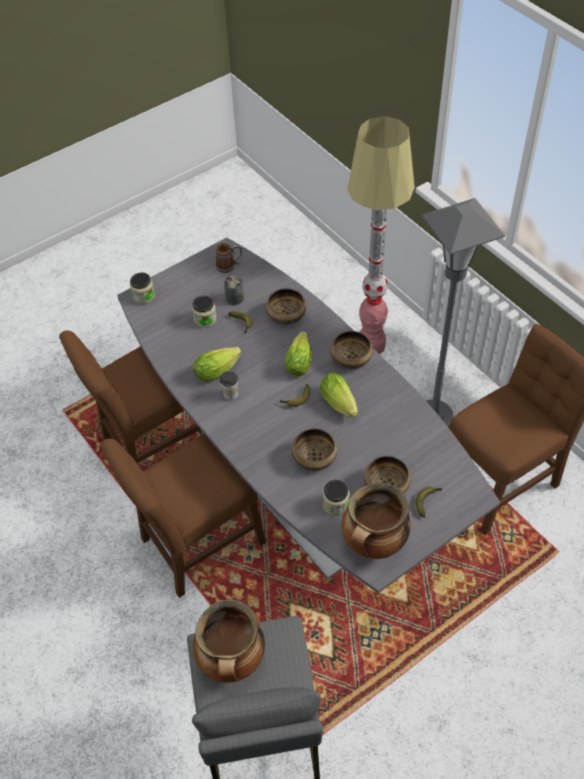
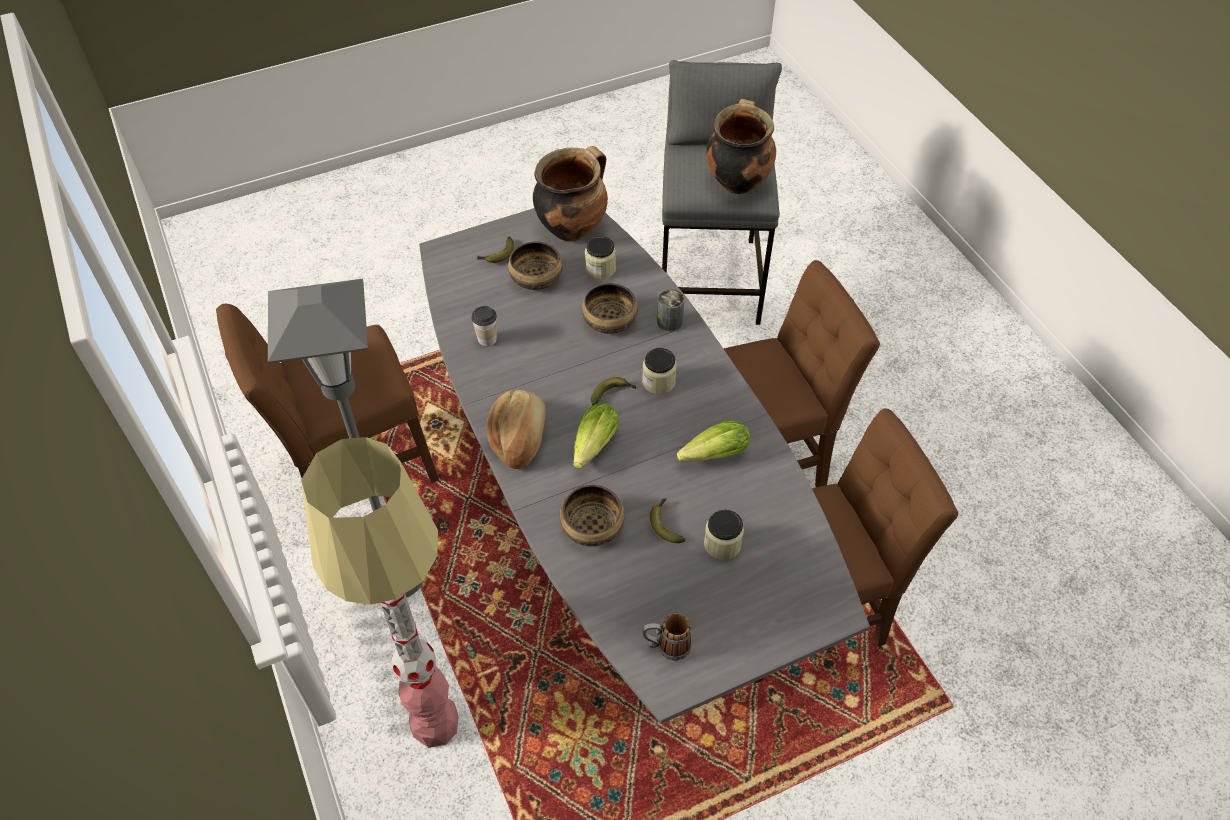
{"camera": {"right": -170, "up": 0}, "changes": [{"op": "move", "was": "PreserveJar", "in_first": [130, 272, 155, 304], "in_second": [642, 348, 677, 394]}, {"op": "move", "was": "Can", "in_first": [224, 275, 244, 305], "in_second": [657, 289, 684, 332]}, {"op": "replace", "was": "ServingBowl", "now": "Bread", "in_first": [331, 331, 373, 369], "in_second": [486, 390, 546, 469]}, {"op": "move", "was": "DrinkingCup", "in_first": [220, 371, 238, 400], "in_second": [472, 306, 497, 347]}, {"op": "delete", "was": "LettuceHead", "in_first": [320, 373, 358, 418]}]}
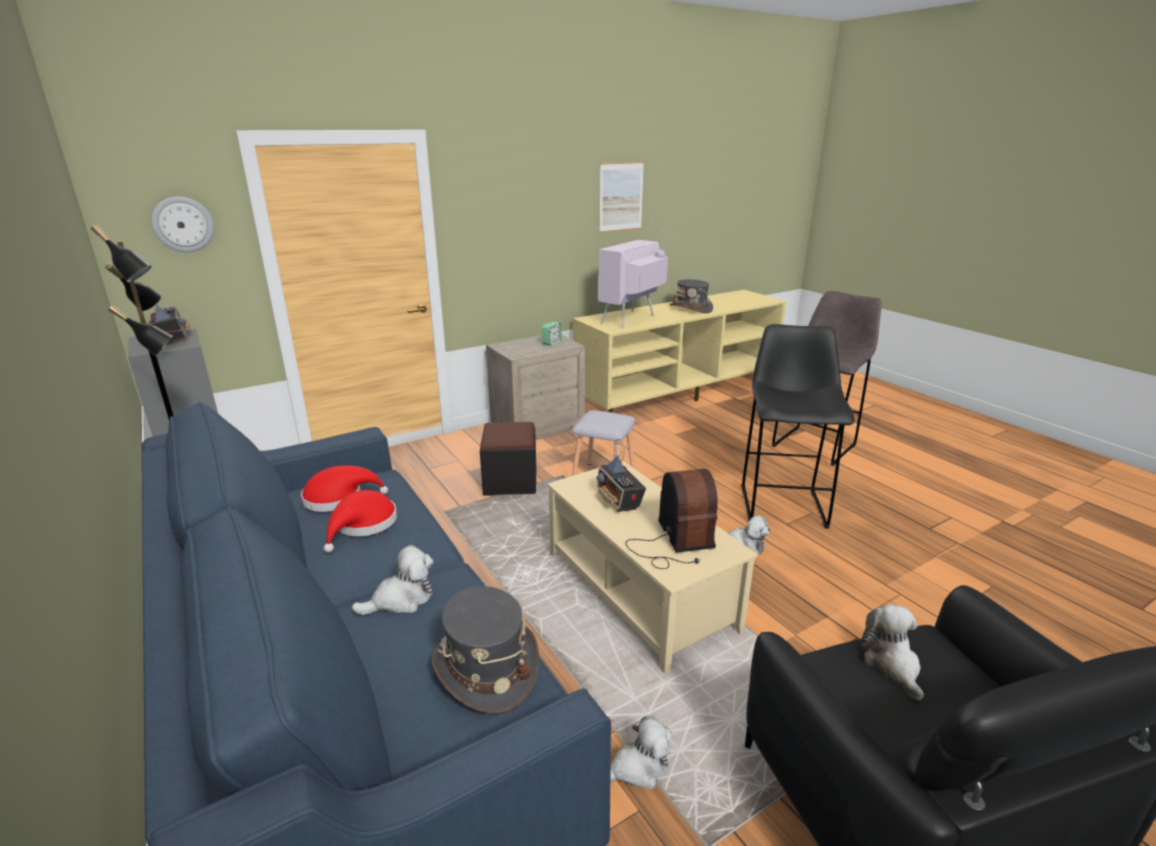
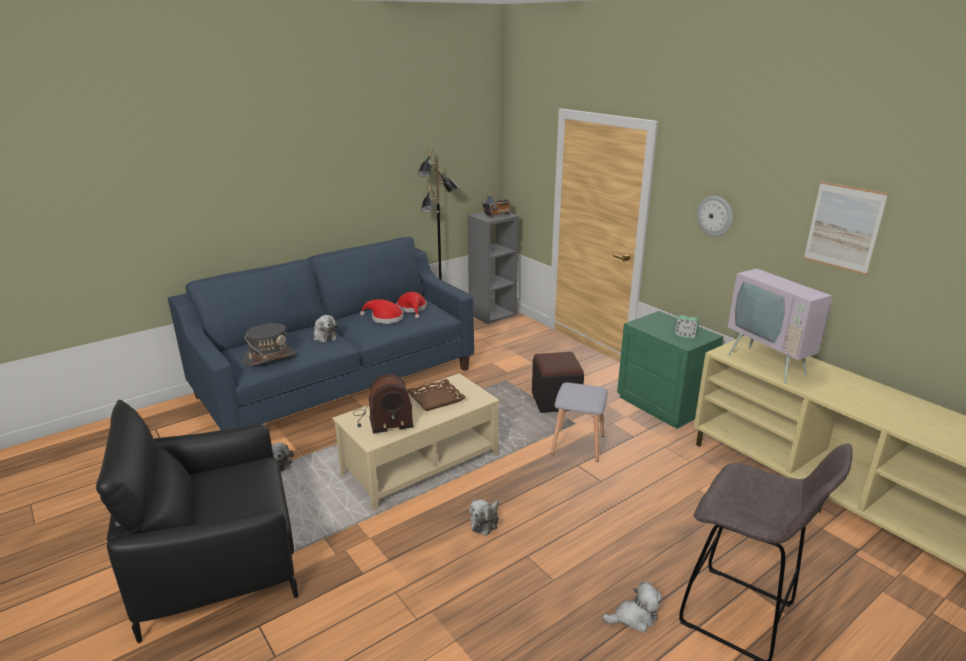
{"camera": {"right": 85, "up": 0}, "changes": [{"op": "move", "was": "WallClock", "in_first": [151, 197, 214, 252], "in_second": [697, 196, 732, 237]}, {"op": "rotate", "was": "Tv", "in_first": [598, 217, 668, 328], "in_second": [728, 234, 832, 384], "clockwise": -150}, {"op": "delete", "was": "GreyHat", "in_first": [670, 279, 713, 313]}, {"op": "delete", "was": "BlackStool", "in_first": [742, 324, 854, 529]}, {"op": "recolor", "was": "BeigeColouredNightTable", "now": "GreenNightTable", "in_first": [486, 335, 585, 440], "in_second": [617, 311, 724, 429]}, {"op": "replace", "was": "Radio", "now": "BrownCarryingTray", "in_first": [596, 439, 646, 512], "in_second": [407, 379, 466, 411]}, {"op": "move", "was": "CuddlyToy", "in_first": [861, 605, 924, 701], "in_second": [602, 582, 662, 632]}]}
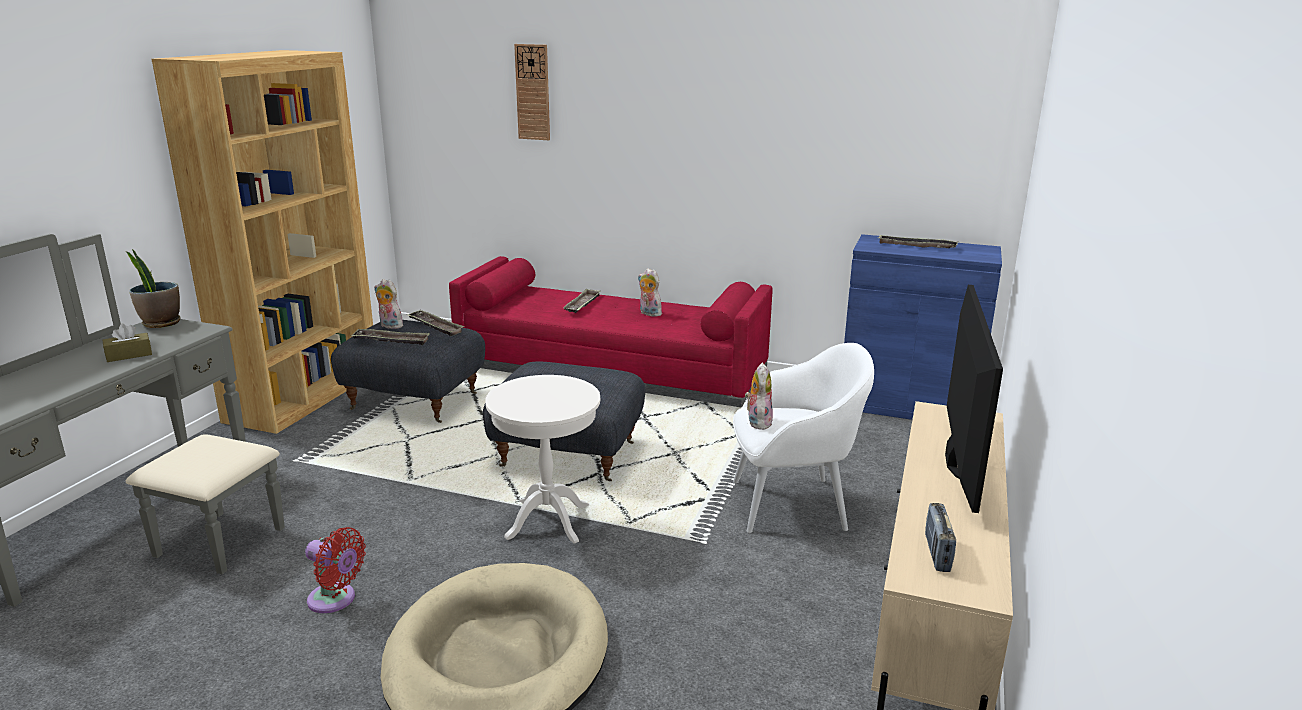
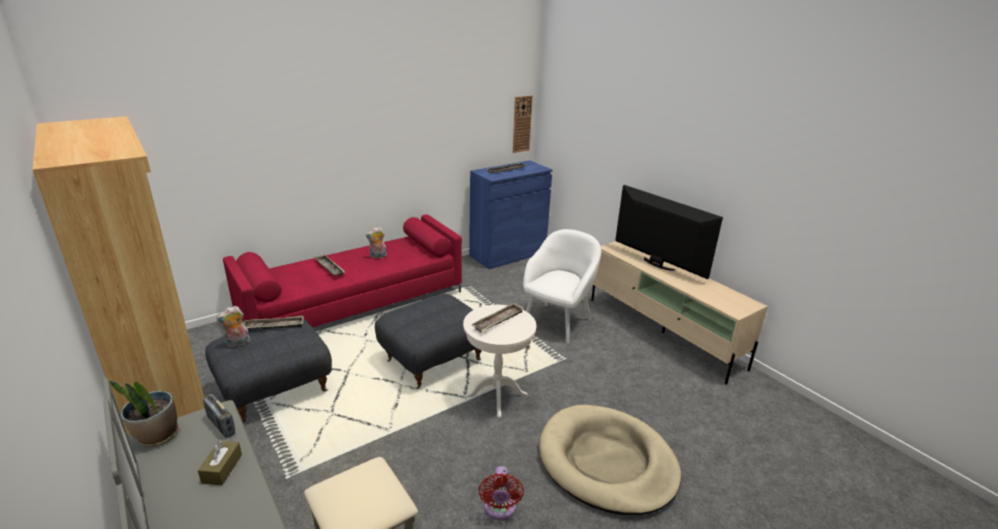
{"camera": {"right": -55, "up": 5}, "changes": [{"op": "move", "was": "WallClock", "in_first": [514, 44, 550, 140], "in_second": [513, 95, 533, 153]}, {"op": "move", "was": "CarryingTray", "in_first": [351, 329, 430, 345], "in_second": [471, 302, 524, 332]}, {"op": "delete", "was": "CuddlyToy", "in_first": [745, 363, 773, 430]}, {"op": "move", "was": "Radio", "in_first": [925, 503, 956, 572], "in_second": [203, 394, 235, 438]}, {"op": "rotate", "was": "RedColouredCoolingFan", "in_first": [305, 527, 366, 613], "in_second": [479, 466, 524, 520], "clockwise": 120}]}
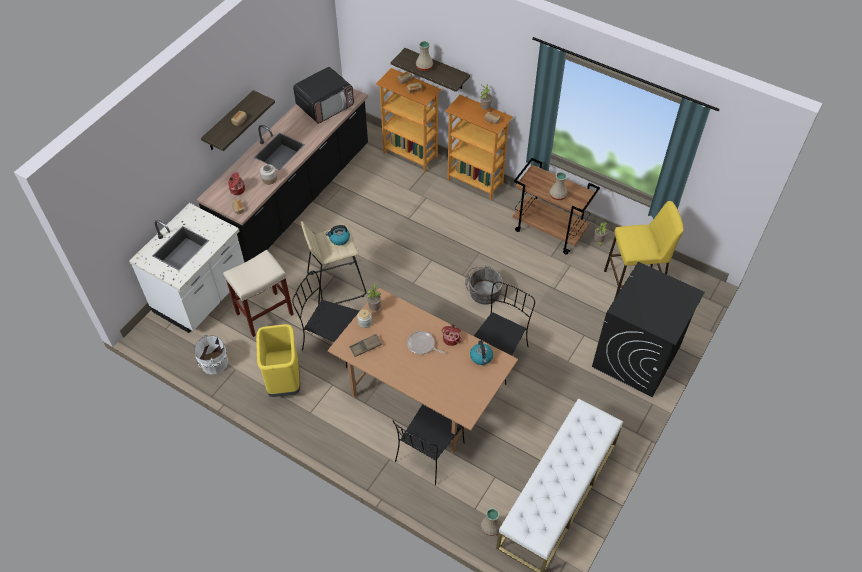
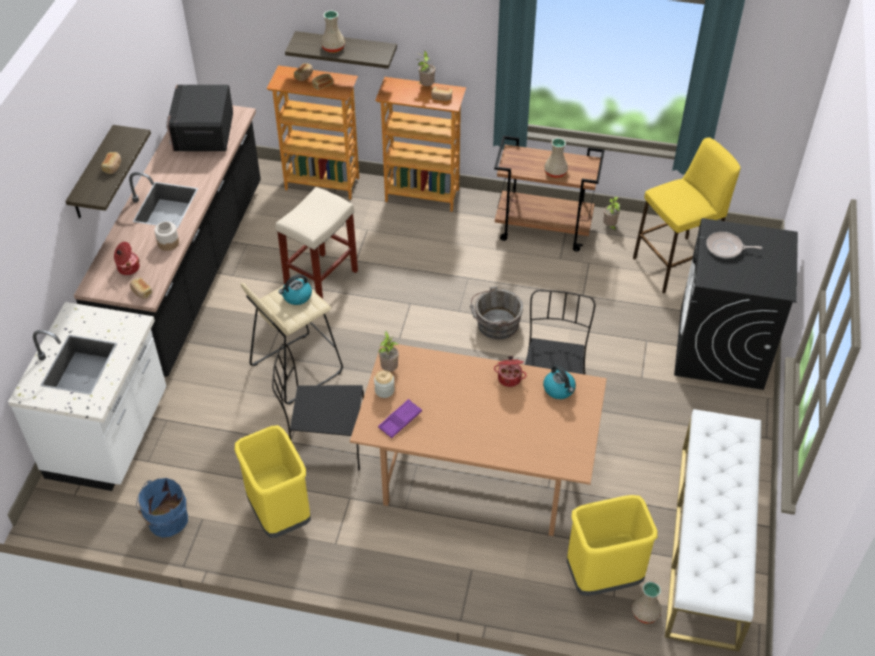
{"camera": {"right": -20, "up": -5}, "changes": [{"op": "rotate", "was": "Microwave", "in_first": [293, 67, 354, 124], "in_second": [166, 85, 233, 151], "clockwise": 150}, {"op": "move", "was": "BeigeColouredStool", "in_first": [223, 250, 294, 337], "in_second": [275, 187, 358, 299]}, {"op": "move", "was": "Skillet", "in_first": [407, 331, 445, 355], "in_second": [706, 232, 762, 258]}, {"op": "recolor", "was": "BrownCarryingTray", "now": "PurpleColouredCarryingTray", "in_first": [349, 334, 382, 357], "in_second": [378, 399, 422, 438]}, {"op": "recolor", "was": "WhiteColouredPail", "now": "BluePail", "in_first": [194, 335, 228, 375], "in_second": [136, 478, 188, 538]}, {"op": "delete", "was": "BlackPlainChair", "in_first": [393, 404, 465, 485]}, {"op": "insert", "now": "YellowishTrashCan", "in_second": [567, 495, 658, 596]}]}
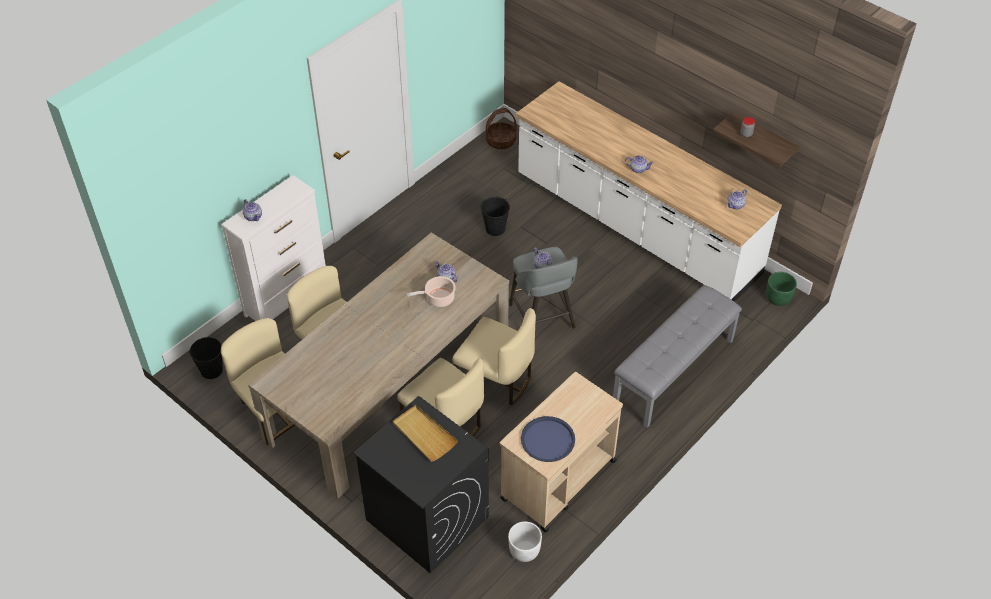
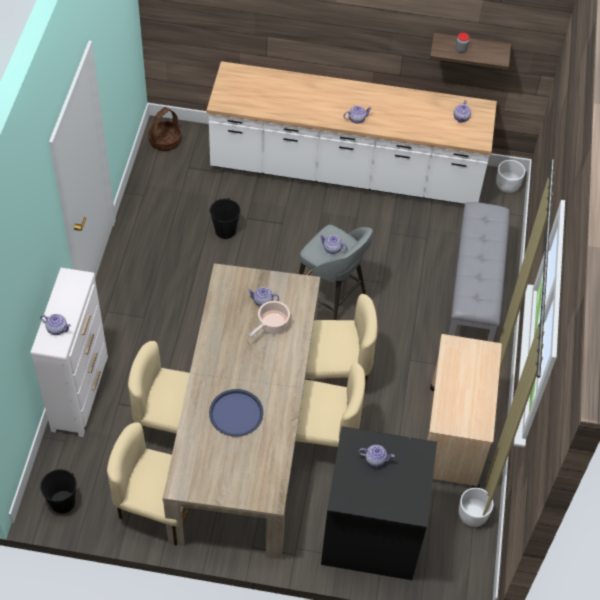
{"camera": {"right": -35, "up": 5}, "changes": [{"op": "recolor", "was": "GreenFlowerPot", "now": "WhiteColouredFlowerPot", "in_first": [766, 272, 797, 306], "in_second": [496, 160, 525, 193]}, {"op": "replace", "was": "BeigeColouredCarryingTray", "now": "TeaPot", "in_first": [393, 405, 458, 461], "in_second": [358, 445, 395, 467]}, {"op": "move", "was": "BlueCarryingTray", "in_first": [521, 416, 575, 462], "in_second": [209, 389, 264, 436]}]}
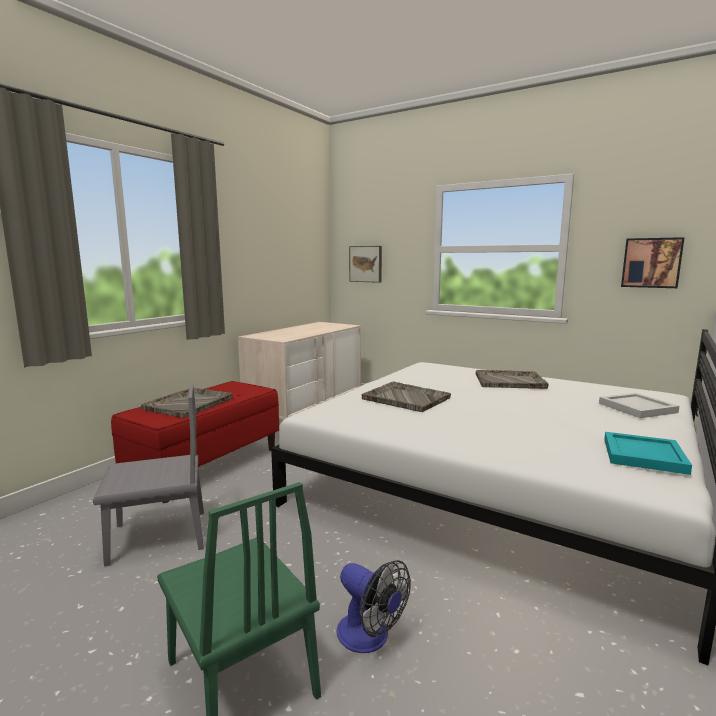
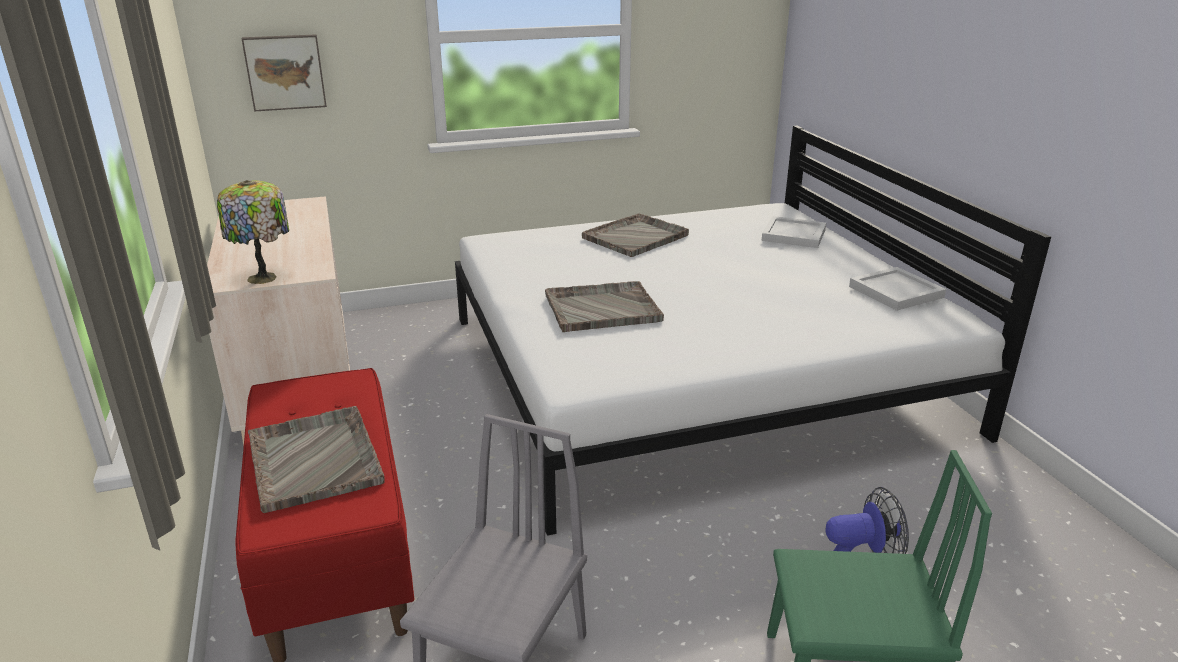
{"camera": {"right": -50, "up": 15}, "changes": [{"op": "delete", "was": "WallPicture", "in_first": [621, 237, 685, 288]}, {"op": "recolor", "was": "BlueGreenCarryingTray", "now": "WhiteColouredCarryingTray", "in_first": [604, 432, 692, 475], "in_second": [849, 267, 946, 311]}, {"op": "insert", "now": "TabletopLamp", "in_second": [217, 180, 289, 284]}]}
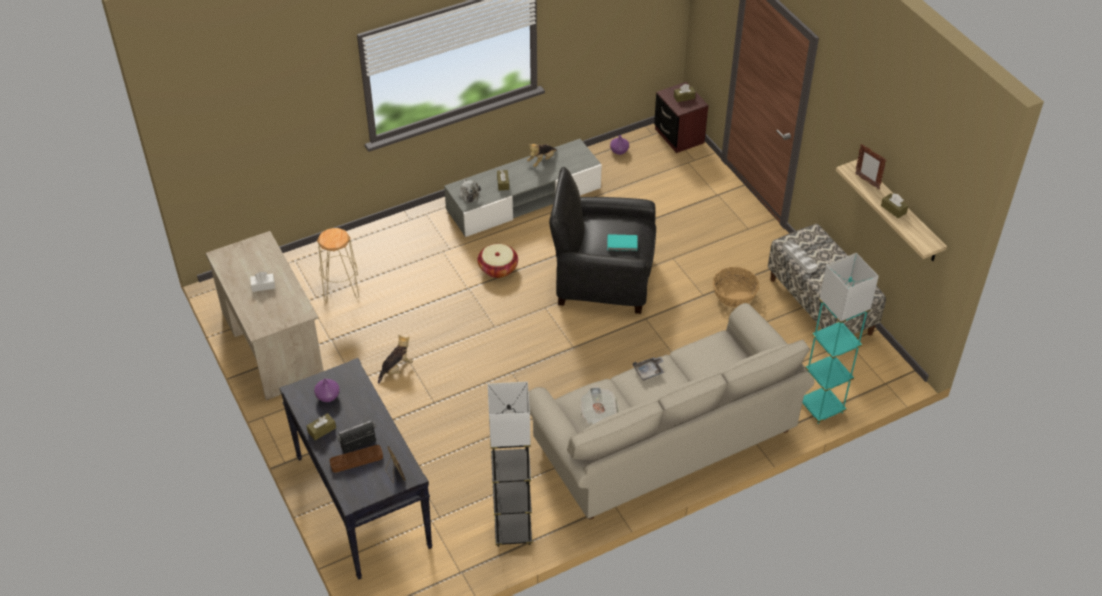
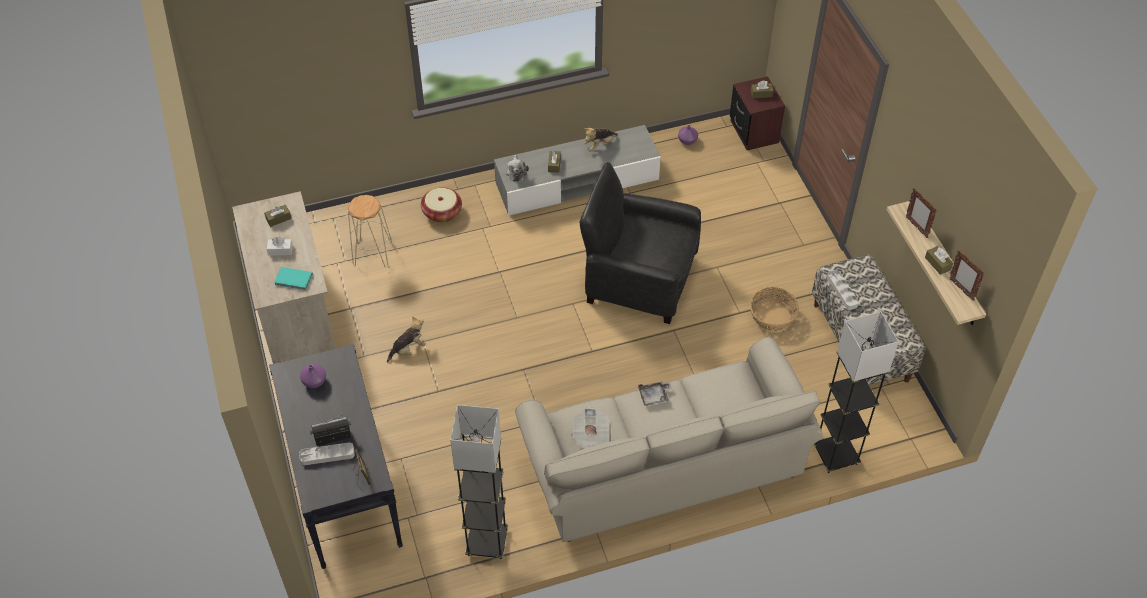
{"camera": {"right": 10, "up": 5}, "changes": [{"op": "move", "was": "BlueGreenVolume", "in_first": [607, 234, 638, 251], "in_second": [274, 267, 313, 290]}, {"op": "move", "was": "HouseholdBasket", "in_first": [478, 244, 518, 278], "in_second": [421, 187, 462, 223]}, {"op": "recolor", "was": "BlueGreenStandardLamp", "now": "GreyStandardLamp", "in_first": [802, 253, 879, 424], "in_second": [814, 311, 899, 473]}, {"op": "move", "was": "BrownBoxOfTissues", "in_first": [307, 413, 336, 440], "in_second": [264, 205, 292, 227]}, {"op": "recolor", "was": "BrownCarryingTray", "now": "GreyCarryingTray", "in_first": [329, 445, 383, 473], "in_second": [299, 442, 354, 465]}, {"op": "insert", "now": "PhotoFrame", "in_second": [949, 251, 985, 301]}]}
